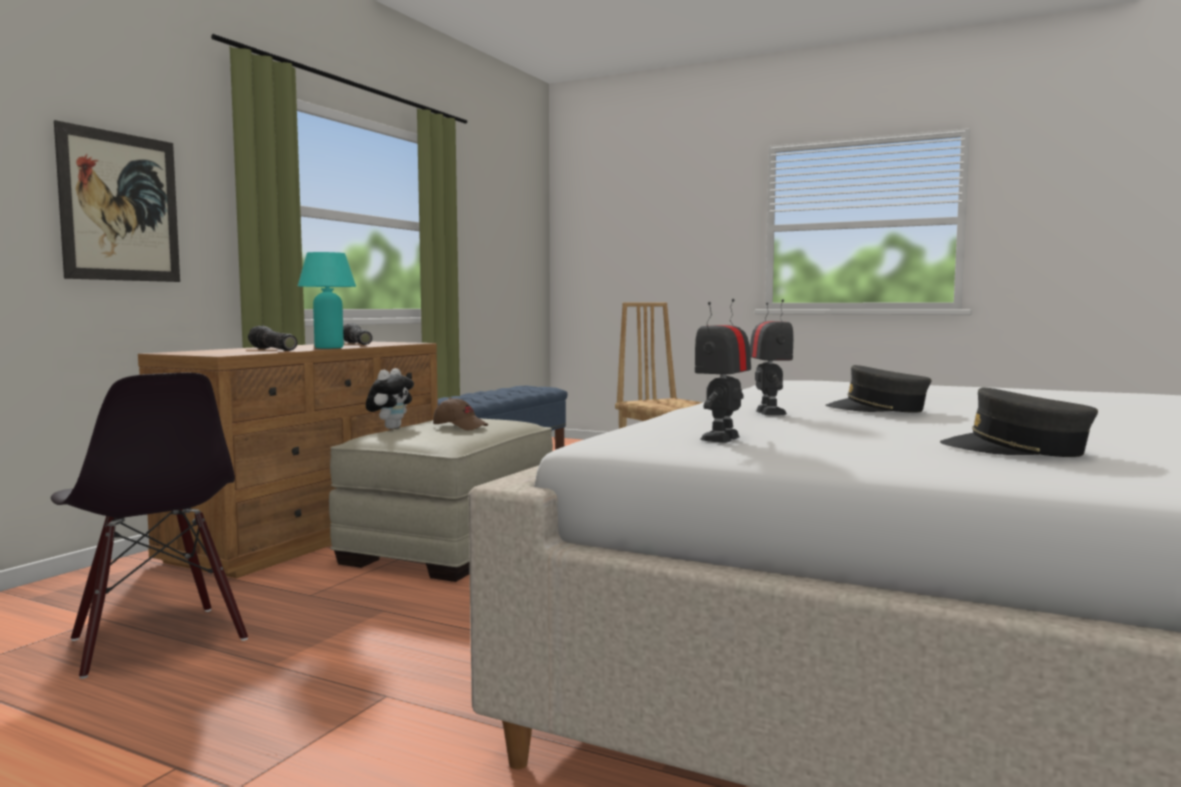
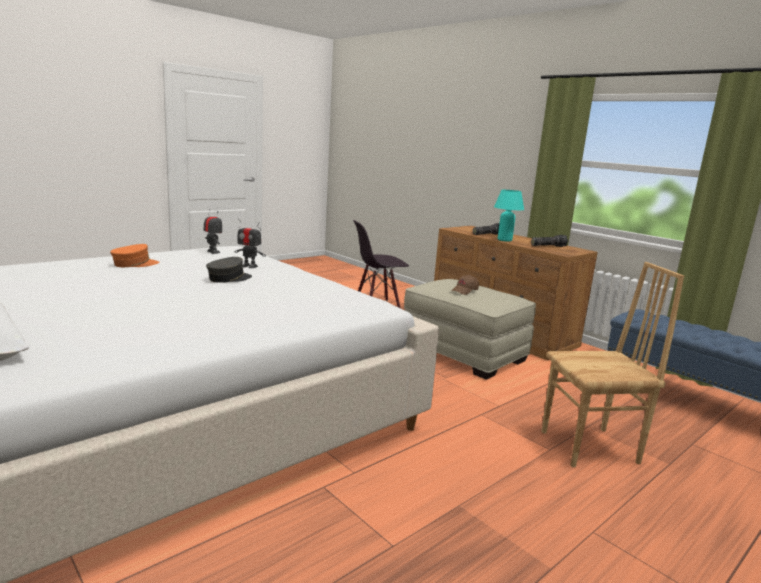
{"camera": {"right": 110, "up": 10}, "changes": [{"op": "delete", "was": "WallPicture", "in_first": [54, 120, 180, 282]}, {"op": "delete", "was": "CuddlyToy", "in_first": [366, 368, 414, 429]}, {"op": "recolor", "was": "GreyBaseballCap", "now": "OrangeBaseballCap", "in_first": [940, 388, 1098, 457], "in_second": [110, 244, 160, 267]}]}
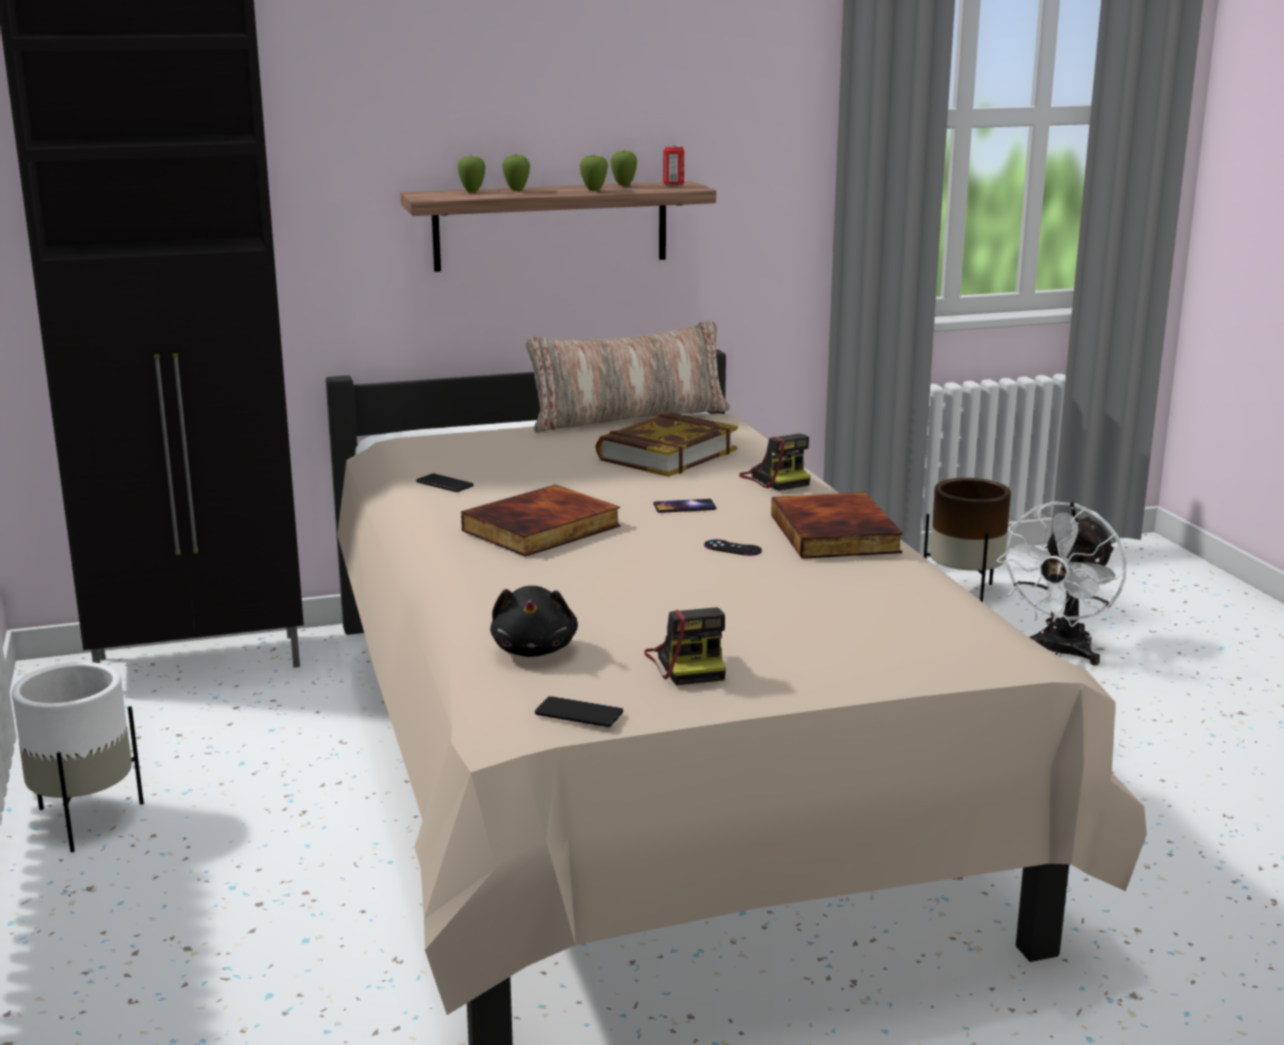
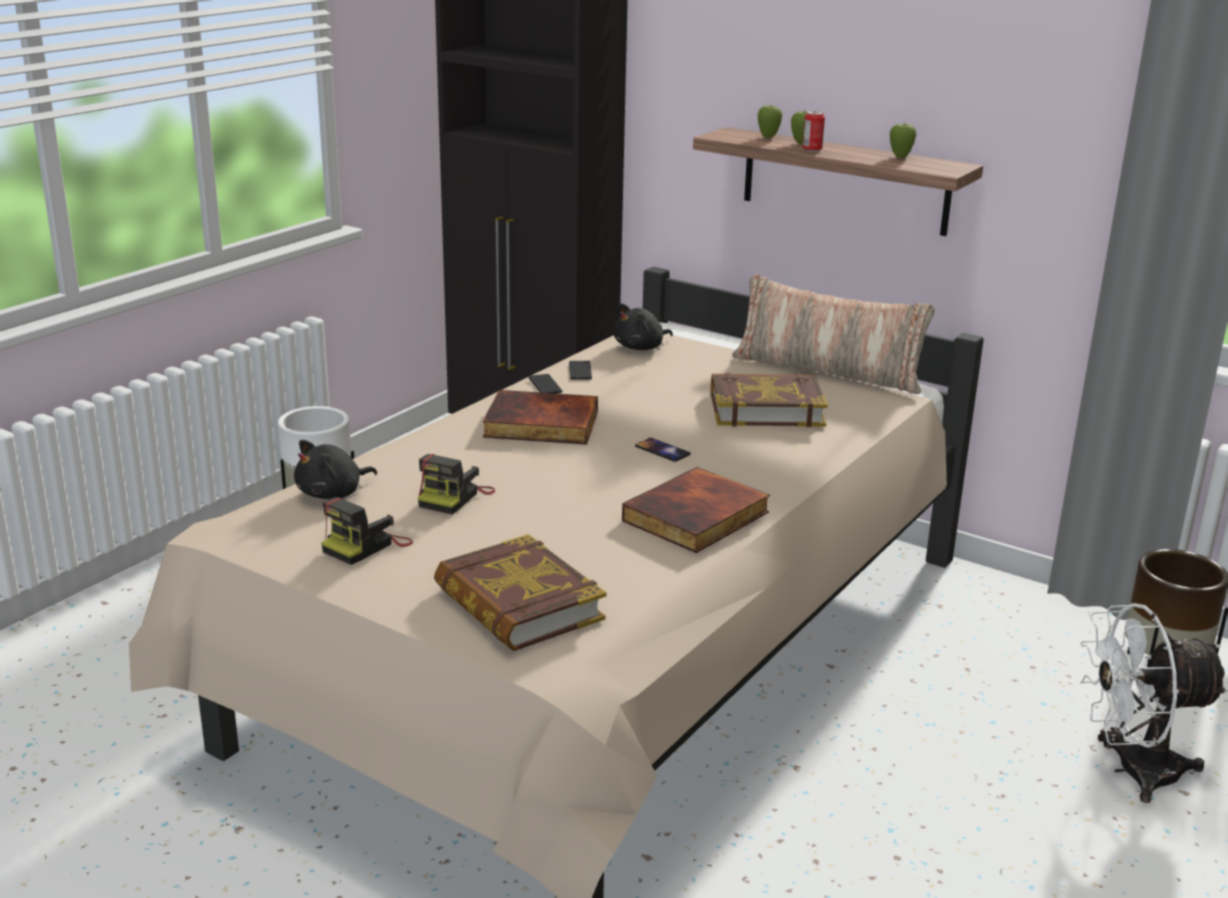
{"camera": {"right": 50, "up": 5}, "changes": [{"op": "move", "was": "Can", "in_first": [663, 145, 684, 187], "in_second": [803, 111, 825, 152]}, {"op": "delete", "was": "Apple", "in_first": [580, 155, 608, 191]}, {"op": "move", "was": "PhotoCamera", "in_first": [739, 434, 811, 491], "in_second": [418, 454, 495, 514]}, {"op": "delete", "was": "BlackGameController", "in_first": [704, 540, 762, 556]}, {"op": "move", "was": "Telephone", "in_first": [535, 696, 623, 727], "in_second": [529, 374, 563, 393]}, {"op": "insert", "now": "BlackCuddlyToy", "in_second": [614, 303, 673, 350]}, {"op": "insert", "now": "Volume", "in_second": [434, 534, 607, 651]}]}
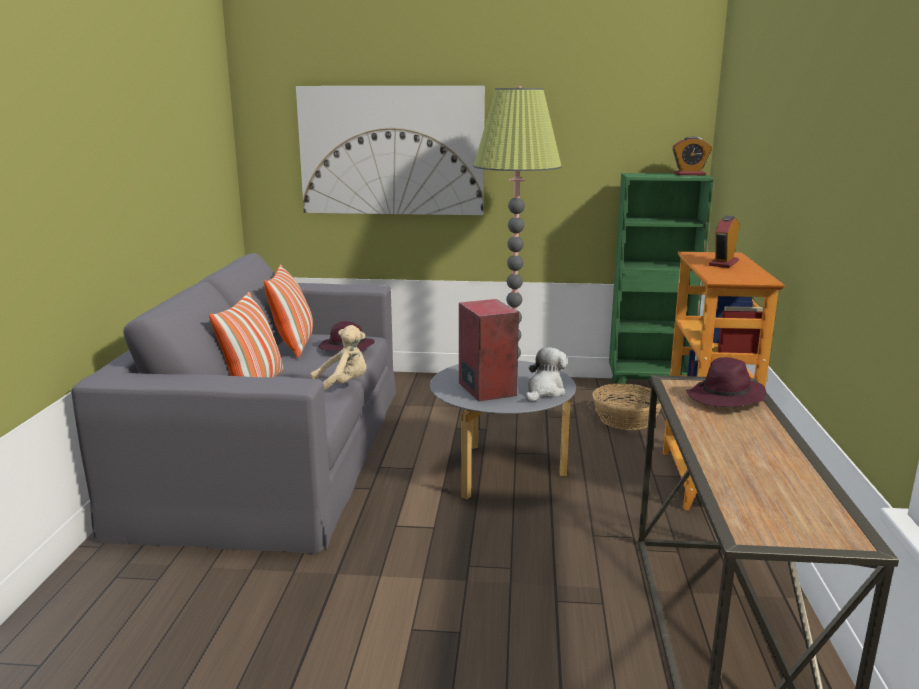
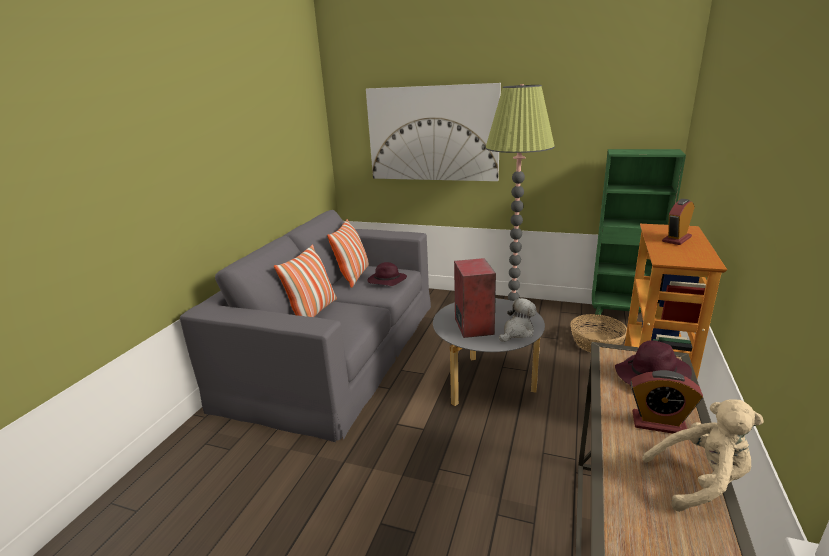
{"camera": {"right": 15, "up": 5}, "changes": [{"op": "move", "was": "BedsideClock", "in_first": [672, 137, 712, 175], "in_second": [631, 370, 703, 434]}, {"op": "move", "was": "BeigeColouredCuddlyToy", "in_first": [310, 325, 367, 391], "in_second": [642, 399, 764, 512]}]}
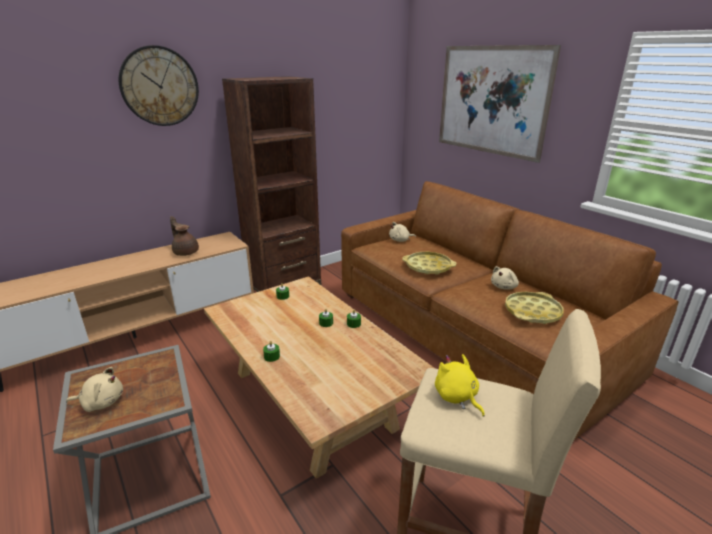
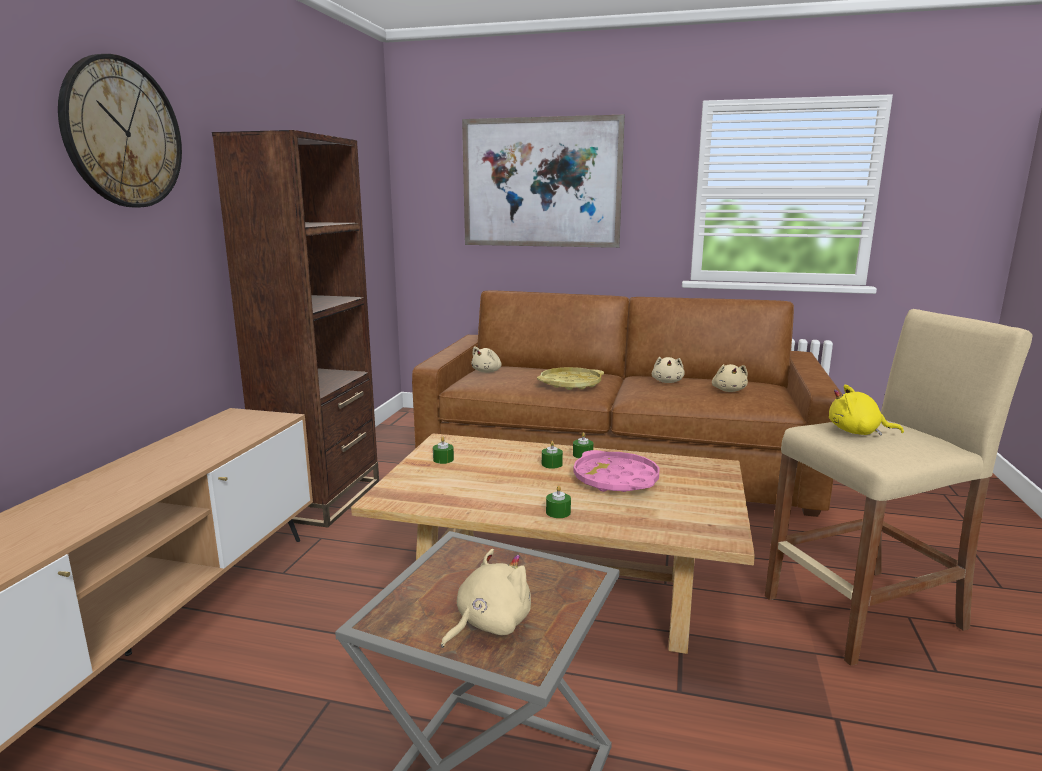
{"camera": {"right": -40, "up": -10}, "changes": [{"op": "delete", "was": "BrownTeaPot", "in_first": [170, 216, 199, 256]}, {"op": "replace", "was": "YellowishCarryingTray", "now": "BeigeColouredCuddlyToy", "in_first": [505, 292, 564, 324], "in_second": [712, 364, 748, 392]}, {"op": "insert", "now": "PinkColouredCarryingTray", "in_second": [573, 450, 659, 492]}]}
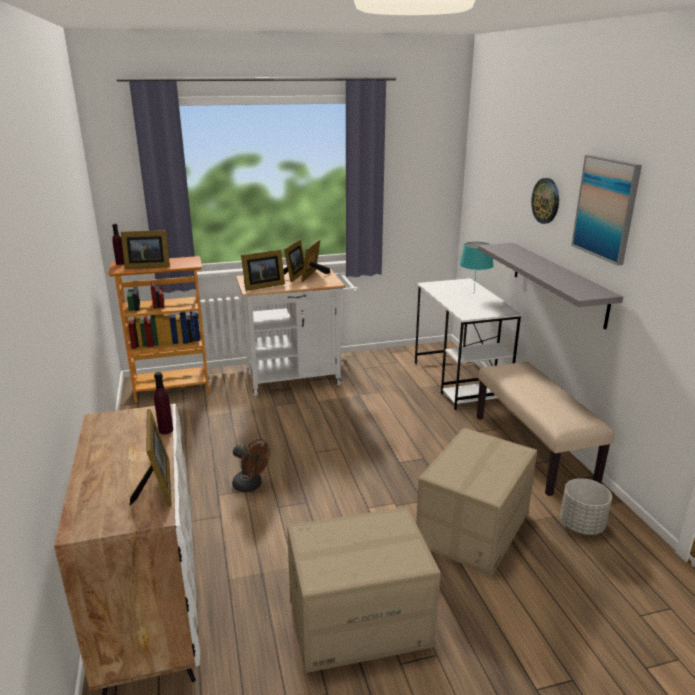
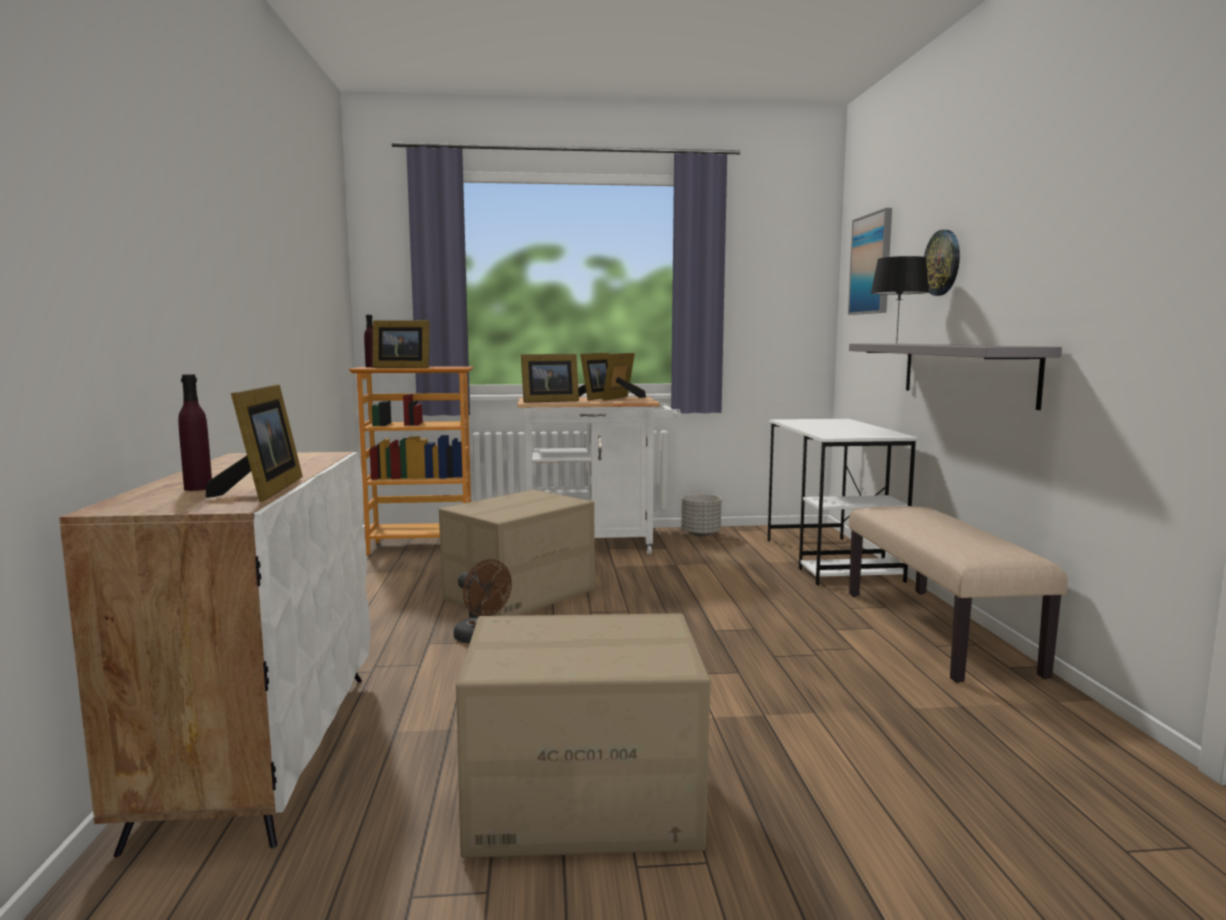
{"camera": {"right": 10, "up": -15}, "changes": [{"op": "move", "was": "WallPicture", "in_first": [571, 155, 642, 266], "in_second": [848, 208, 892, 315]}, {"op": "delete", "was": "BlueGreenTabletopLamp", "in_first": [460, 242, 493, 290]}, {"op": "move", "was": "PurpleColouredDrinkBottle", "in_first": [154, 372, 173, 434], "in_second": [178, 374, 212, 491]}, {"op": "move", "was": "Carton", "in_first": [416, 428, 537, 576], "in_second": [439, 489, 595, 616]}, {"op": "move", "was": "GreyFlowerPot", "in_first": [560, 478, 612, 535], "in_second": [681, 494, 722, 536]}, {"op": "insert", "now": "BlackTabletopLamp", "in_second": [871, 256, 929, 344]}]}
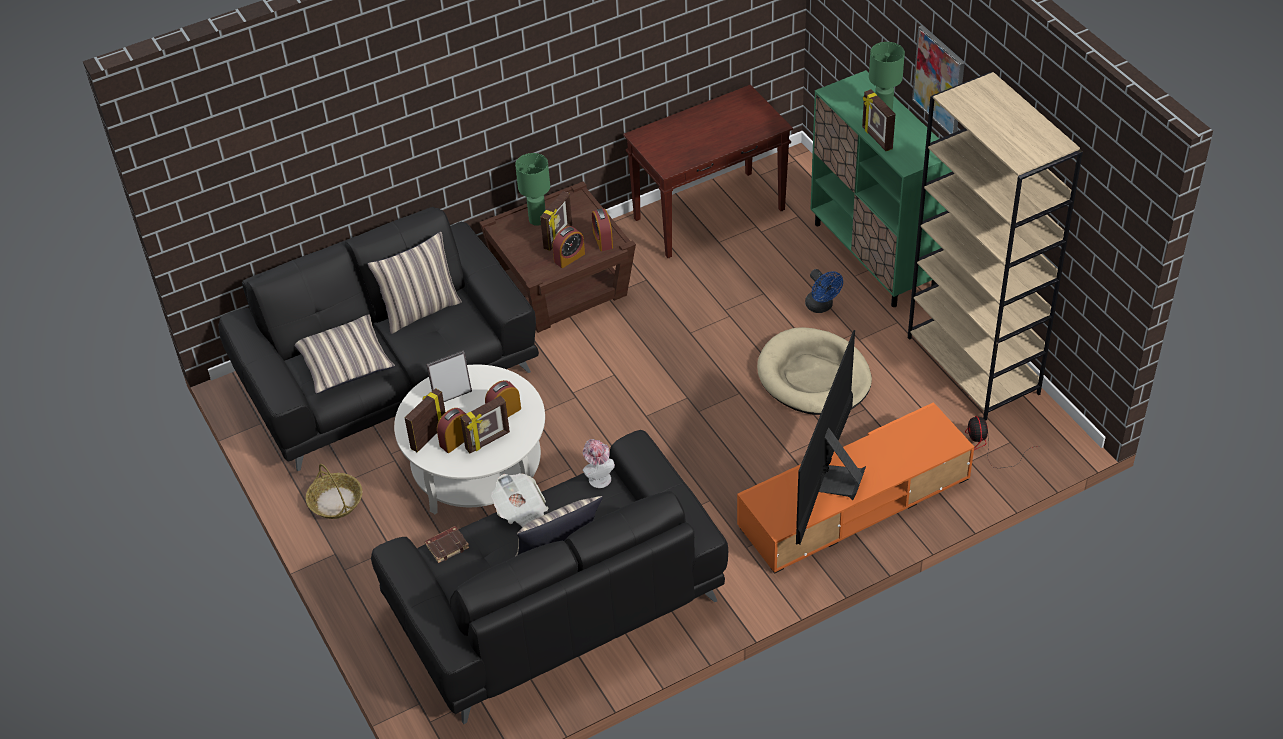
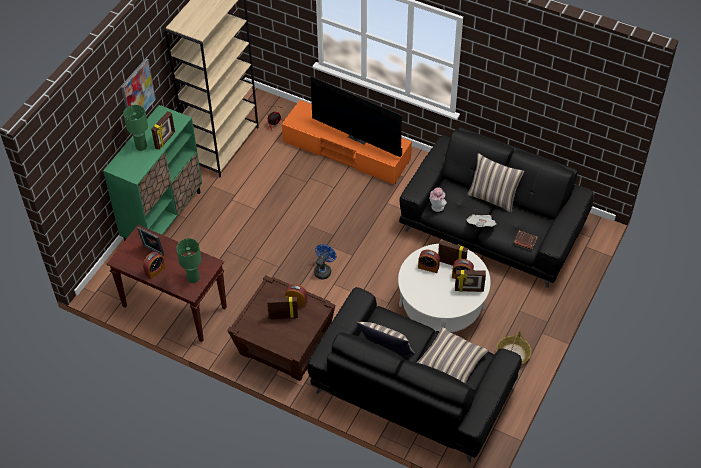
{"camera": {"right": -125, "up": 5}, "changes": [{"op": "move", "was": "GreenTabletopLamp", "in_first": [515, 153, 550, 226], "in_second": [176, 238, 201, 283]}, {"op": "move", "was": "BedsideClock", "in_first": [592, 209, 613, 251], "in_second": [143, 252, 165, 279]}, {"op": "move", "was": "BlueCoolingFan", "in_first": [805, 269, 843, 313], "in_second": [314, 244, 337, 279]}, {"op": "delete", "was": "BeigeColouredDogCushion", "in_first": [757, 327, 872, 415]}, {"op": "rotate", "was": "Tv", "in_first": [796, 330, 866, 545], "in_second": [310, 76, 402, 157], "clockwise": 45}, {"op": "move", "was": "PhotoFrame", "in_first": [426, 351, 472, 402], "in_second": [137, 227, 165, 256]}]}
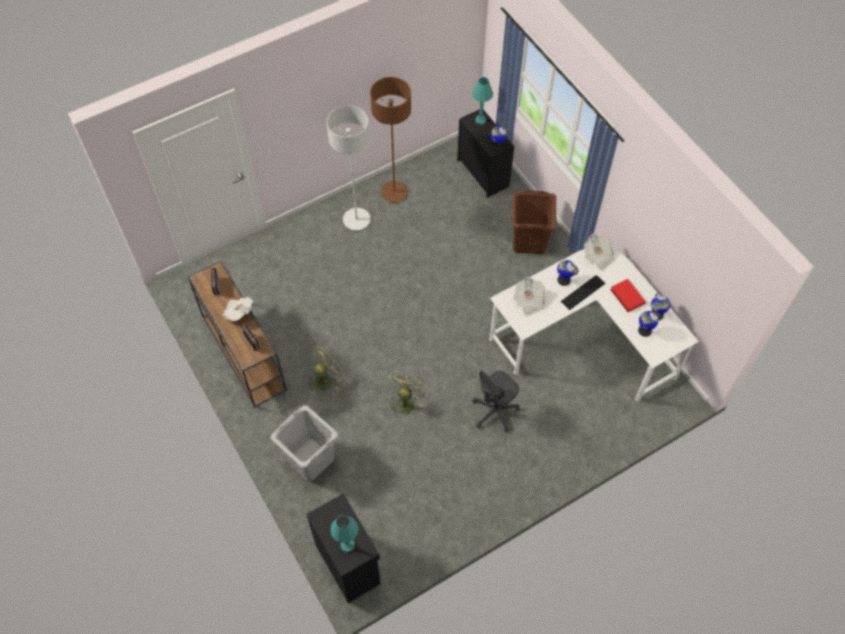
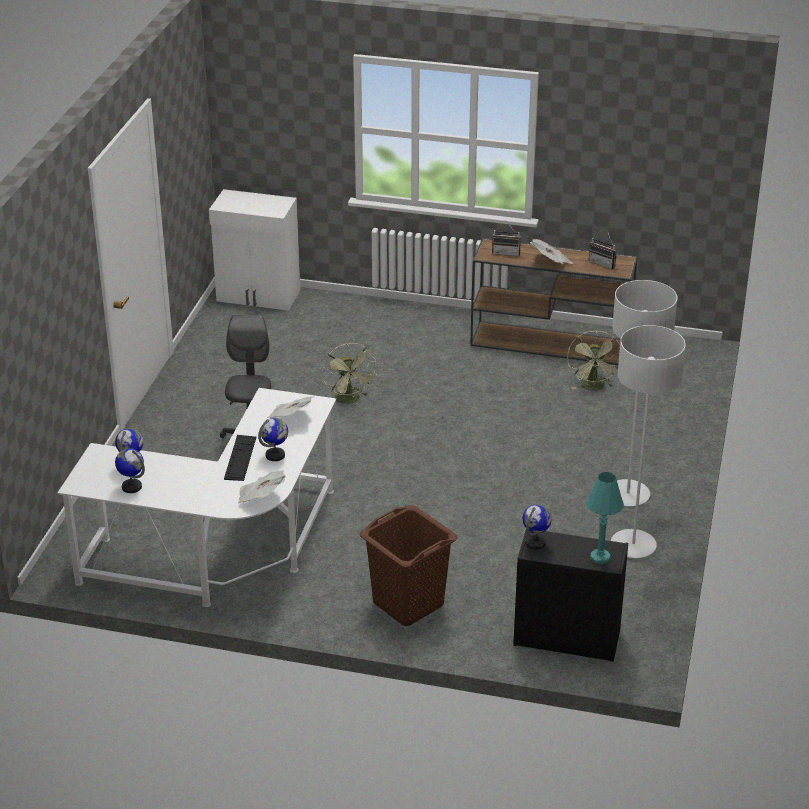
{"camera": {"right": 135, "up": -25}, "changes": [{"op": "recolor", "was": "BrownStandardLamp", "now": "GreyStandardLamp", "in_first": [370, 77, 411, 203], "in_second": [611, 325, 686, 558]}, {"op": "delete", "was": "RedColouredVolume", "in_first": [610, 279, 646, 312]}, {"op": "move", "was": "GreenCoolingFan", "in_first": [308, 346, 345, 391], "in_second": [567, 330, 620, 391]}, {"op": "delete", "was": "GreyLaundryBasket", "in_first": [271, 405, 338, 481]}, {"op": "recolor", "was": "BlackCupboard", "now": "WhiteColouredCupboard", "in_first": [306, 494, 380, 603], "in_second": [209, 189, 300, 311]}, {"op": "delete", "was": "BlueGreenTabletopLamp", "in_first": [330, 515, 359, 553]}]}
